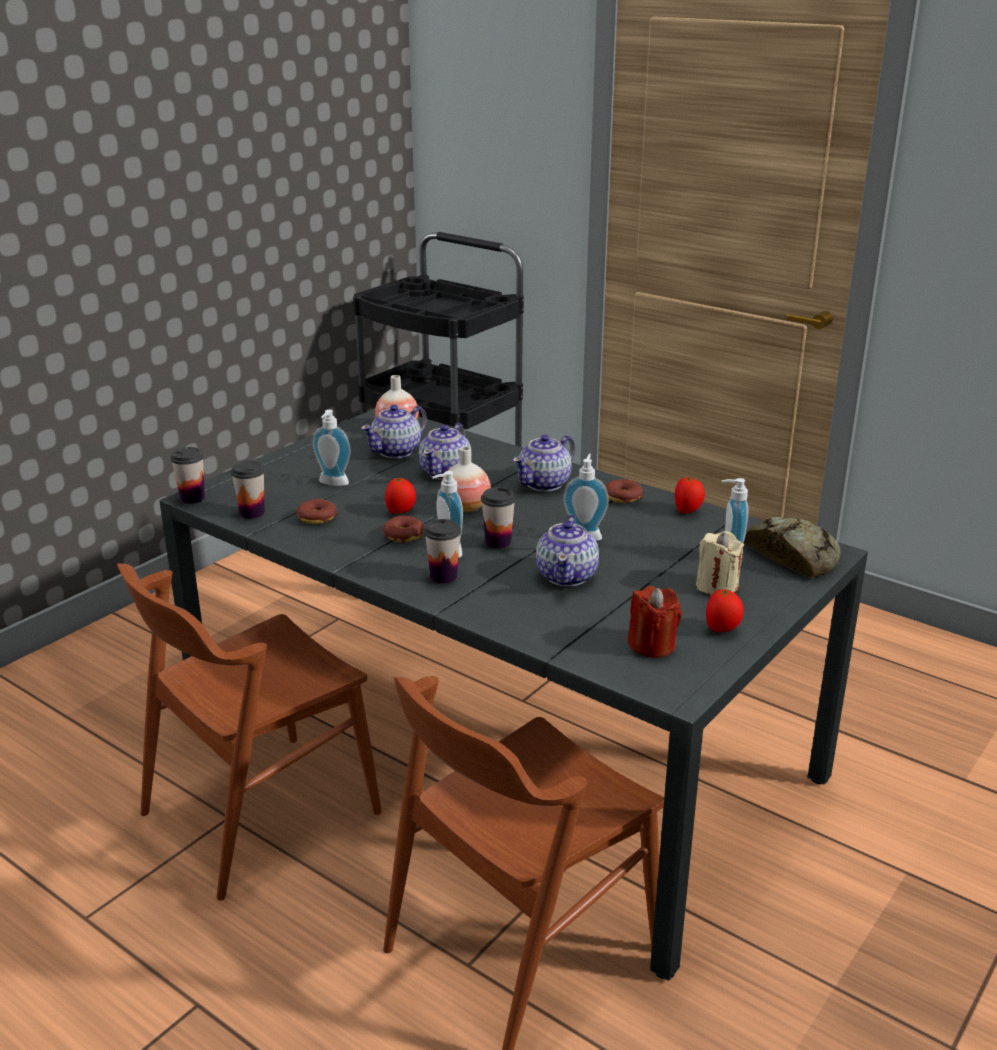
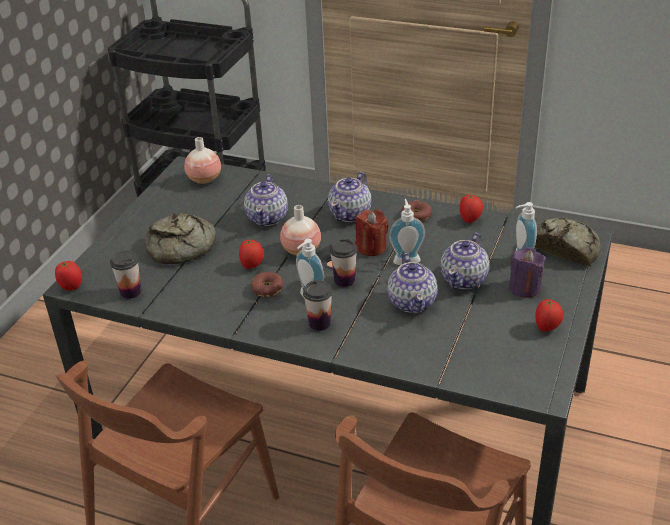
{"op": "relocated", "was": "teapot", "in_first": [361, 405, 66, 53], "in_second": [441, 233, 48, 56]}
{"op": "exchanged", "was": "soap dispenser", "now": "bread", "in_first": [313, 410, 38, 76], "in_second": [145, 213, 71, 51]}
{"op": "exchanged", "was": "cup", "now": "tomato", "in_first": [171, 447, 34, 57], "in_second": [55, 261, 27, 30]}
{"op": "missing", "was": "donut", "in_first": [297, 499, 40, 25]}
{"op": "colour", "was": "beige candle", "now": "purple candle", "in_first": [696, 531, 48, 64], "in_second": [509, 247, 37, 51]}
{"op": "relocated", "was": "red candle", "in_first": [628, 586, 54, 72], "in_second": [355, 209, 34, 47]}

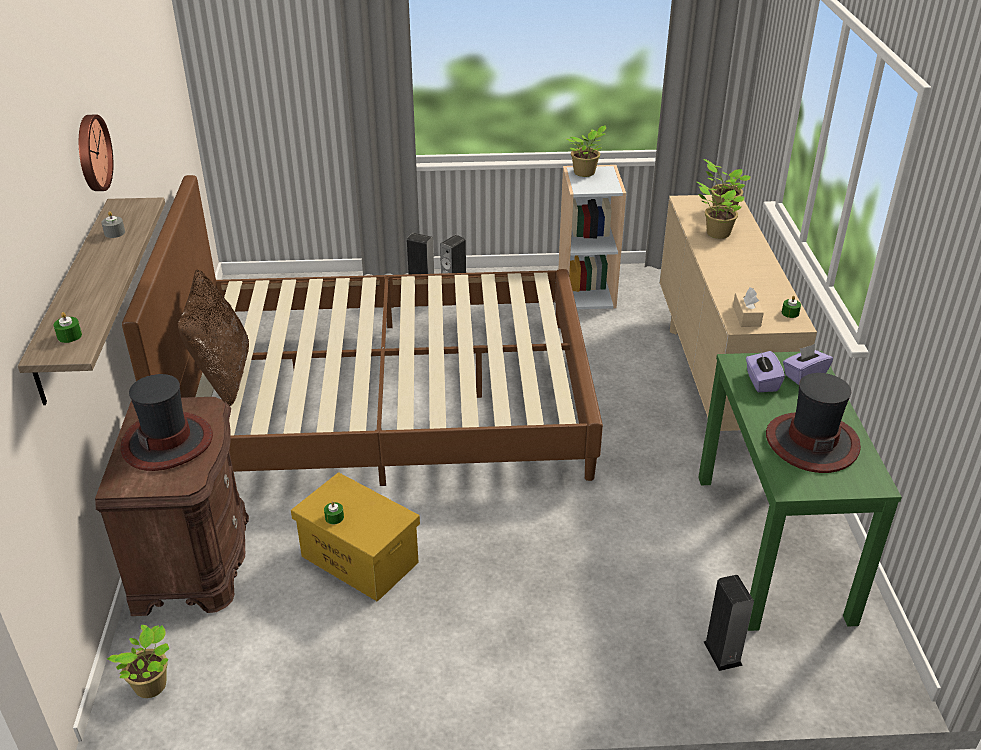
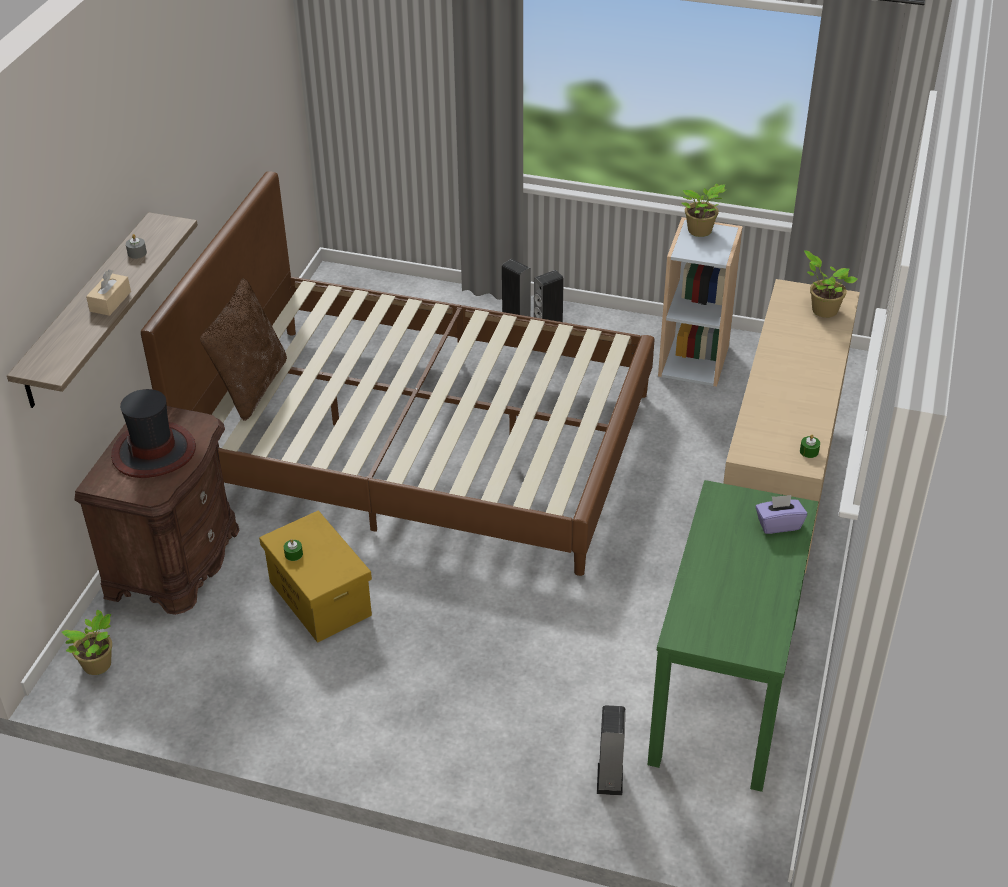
{"op": "missing", "was": "wall clock", "in_first": [79, 115, 34, 76]}
{"op": "missing", "was": "potted plant", "in_first": [697, 182, 47, 57]}
{"op": "relocated", "was": "beige tissue box", "in_first": [733, 287, 31, 40], "in_second": [86, 269, 45, 47]}
{"op": "missing", "was": "green candle", "in_first": [53, 312, 29, 31]}
{"op": "missing", "was": "purple tissue box", "in_first": [746, 351, 39, 41]}
{"op": "missing", "was": "hat", "in_first": [766, 373, 95, 100]}

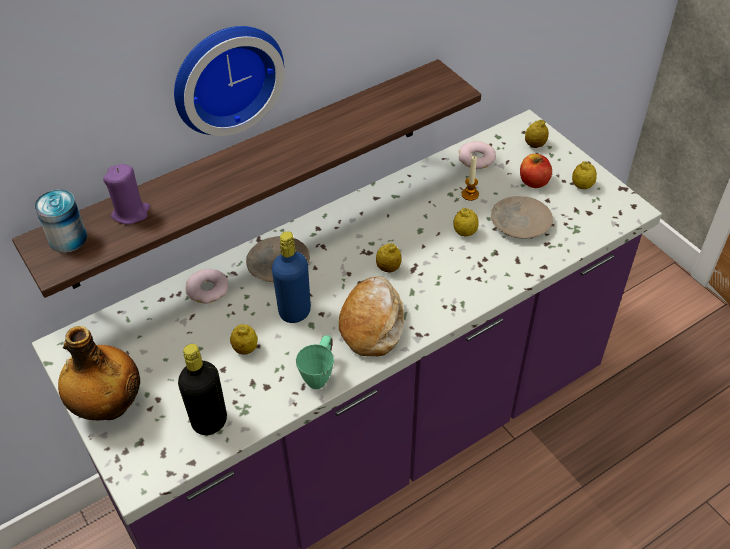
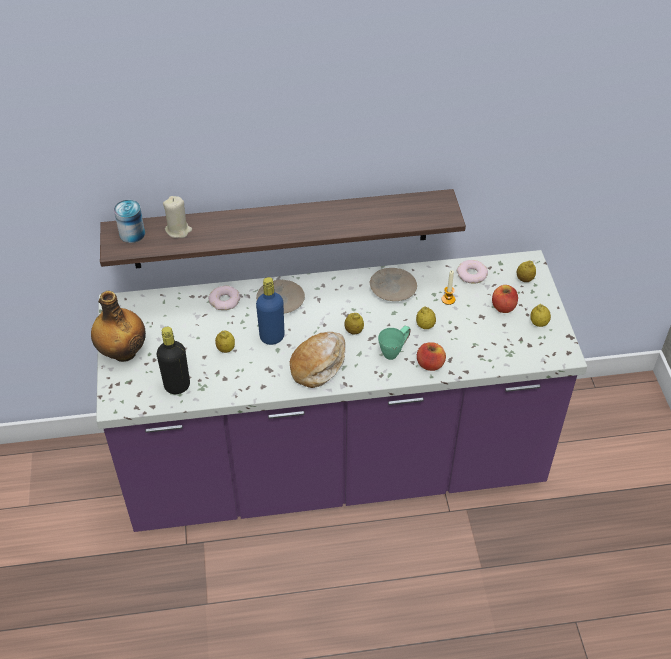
{"op": "missing", "was": "wall clock", "in_first": [174, 26, 110, 110]}
{"op": "colour", "was": "purple candle", "now": "beige candle", "in_first": [103, 164, 47, 60], "in_second": [163, 196, 29, 42]}
{"op": "relocated", "was": "beige plate", "in_first": [491, 196, 62, 43], "in_second": [370, 268, 47, 33]}
{"op": "relocated", "was": "green mug", "in_first": [296, 335, 38, 54], "in_second": [378, 326, 33, 34]}
{"op": "appeared", "now": "apple", "in_second": [417, 342, 29, 29]}

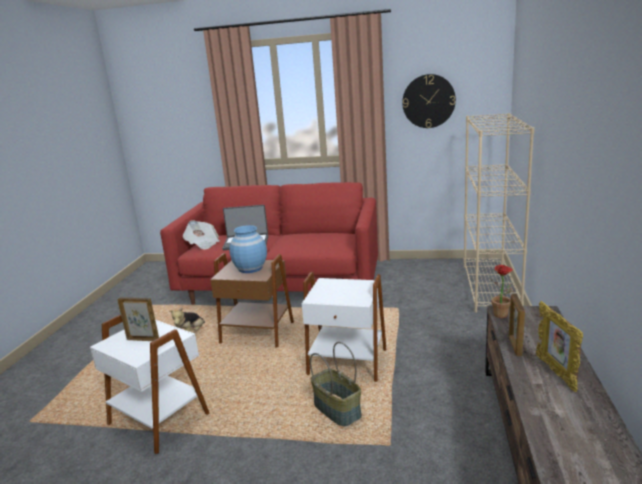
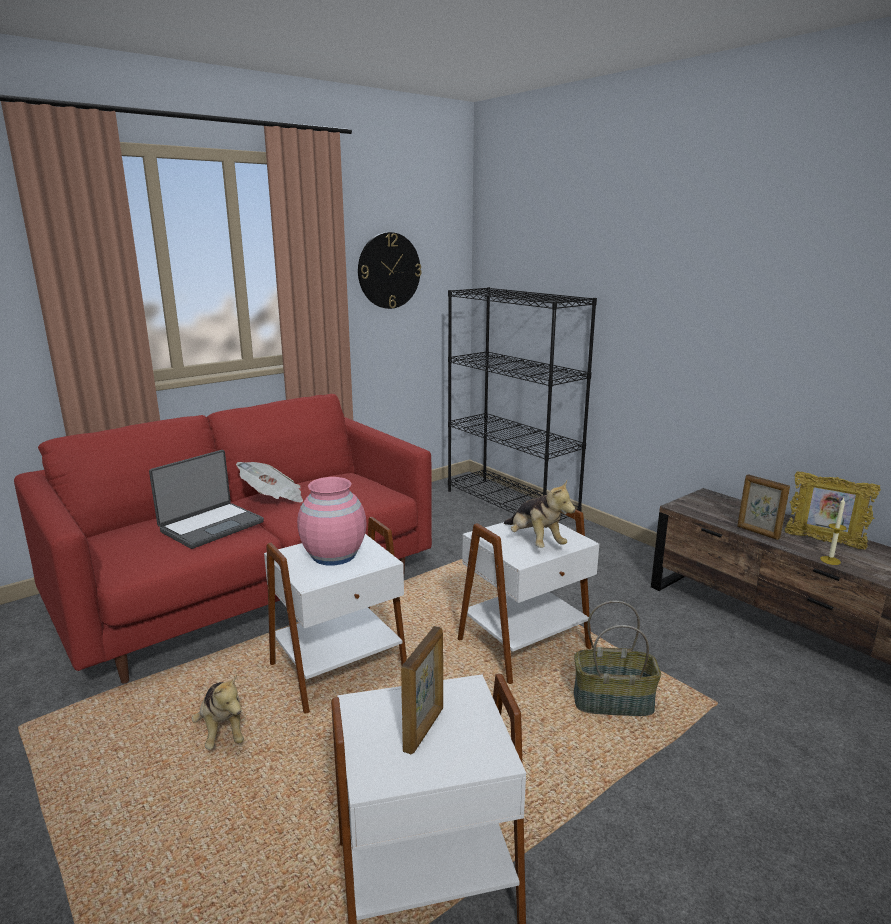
{"op": "colour", "was": "beige bookcase", "now": "black bookcase", "in_first": [464, 113, 70, 200], "in_second": [448, 287, 149, 234]}
{"op": "relocated", "was": "newspaper", "in_first": [183, 220, 37, 30], "in_second": [236, 462, 67, 40]}
{"op": "colour", "was": "blue vase", "now": "pink vase", "in_first": [229, 225, 38, 48], "in_second": [297, 477, 70, 89]}
{"op": "colour", "was": "brown side table", "now": "white side table", "in_first": [210, 253, 84, 94], "in_second": [264, 517, 143, 197]}
{"op": "missing", "was": "potted plant", "in_first": [490, 265, 24, 53]}
{"op": "spun", "was": "picture frame", "in_first": [117, 297, 42, 44], "in_second": [401, 626, 42, 128], "clockwise": 150}
{"op": "appeared", "now": "plush toy", "in_second": [504, 480, 71, 68]}
{"op": "appeared", "now": "candle", "in_second": [820, 498, 27, 67]}

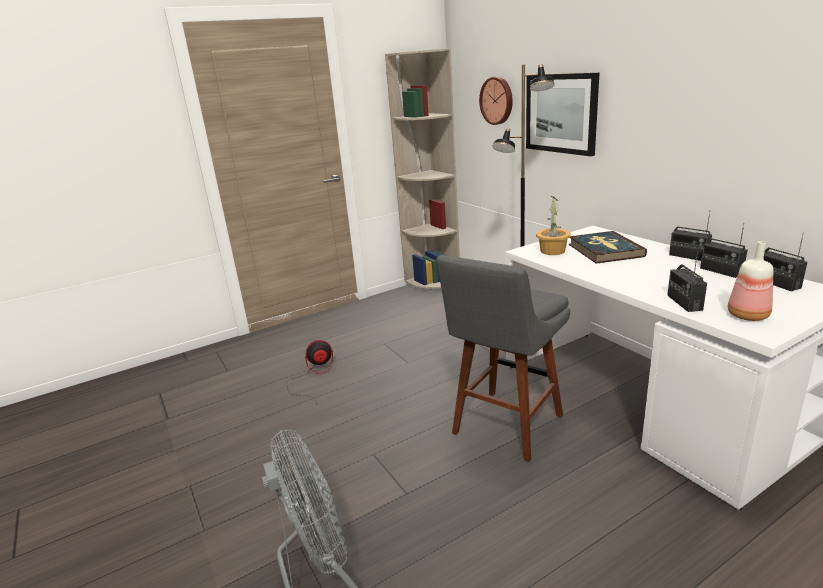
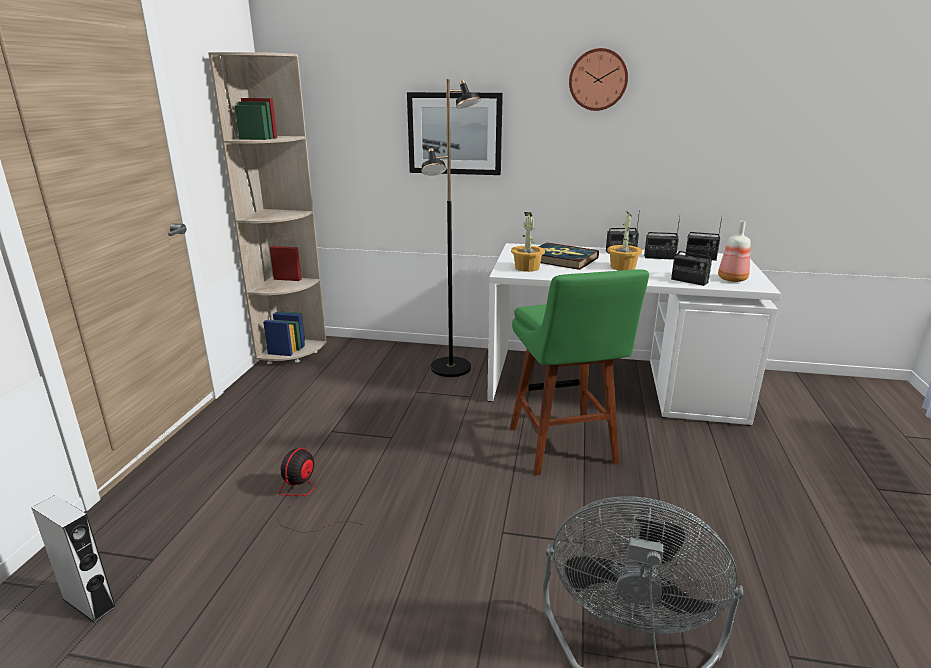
{"op": "relocated", "was": "wall clock", "in_first": [479, 77, 34, 48], "in_second": [569, 48, 59, 63]}
{"op": "colour", "was": "grey stool", "now": "green stool", "in_first": [436, 255, 134, 207], "in_second": [510, 269, 139, 207]}
{"op": "appeared", "now": "potted plant", "in_second": [607, 211, 35, 60]}
{"op": "appeared", "now": "grey speaker", "in_second": [31, 495, 85, 128]}

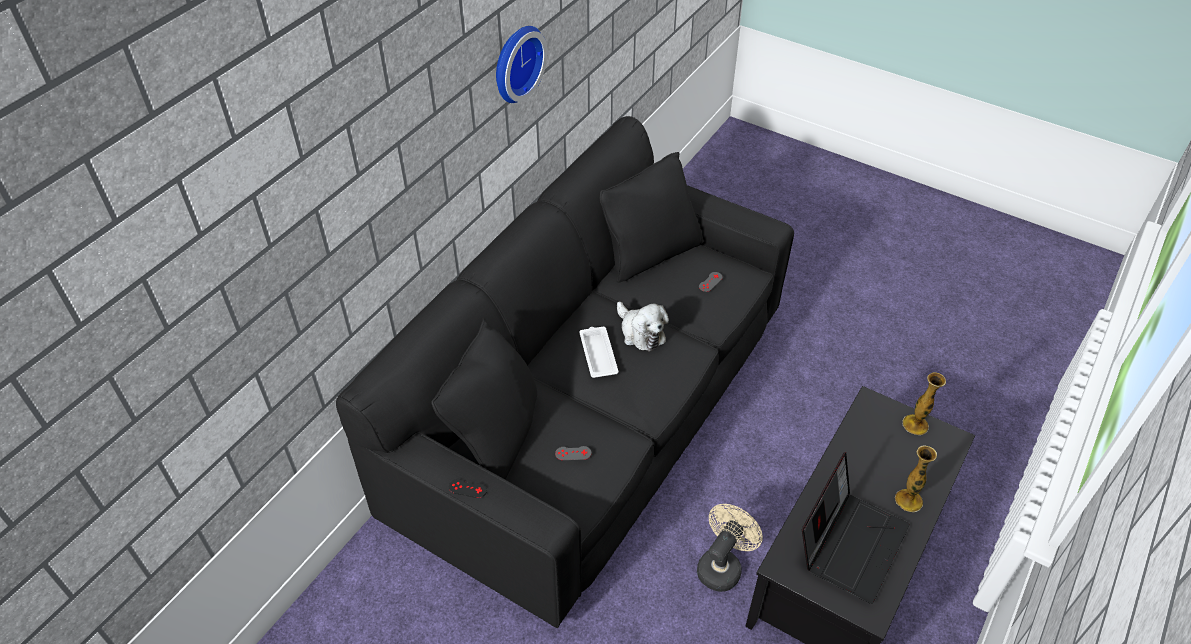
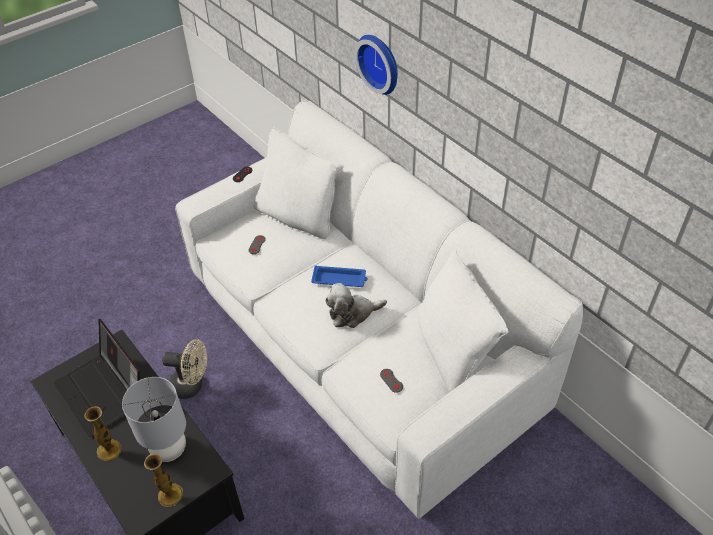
{"op": "relocated", "was": "wall clock", "in_first": [496, 26, 51, 77], "in_second": [354, 35, 44, 60]}
{"op": "colour", "was": "black sofa", "now": "white sofa", "in_first": [336, 116, 458, 512], "in_second": [175, 100, 408, 419]}
{"op": "colour", "was": "white tray", "now": "blue tray", "in_first": [579, 327, 40, 51], "in_second": [311, 266, 57, 21]}
{"op": "spun", "was": "beige fan", "in_first": [697, 504, 66, 88], "in_second": [162, 339, 45, 60], "clockwise": -45}
{"op": "appeared", "now": "grey table lamp", "in_second": [122, 377, 64, 85]}

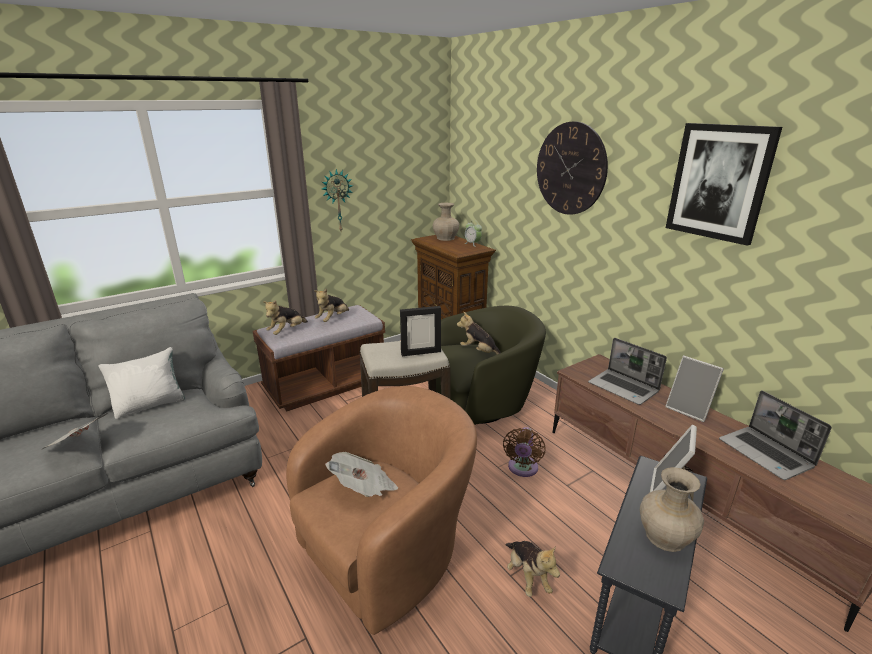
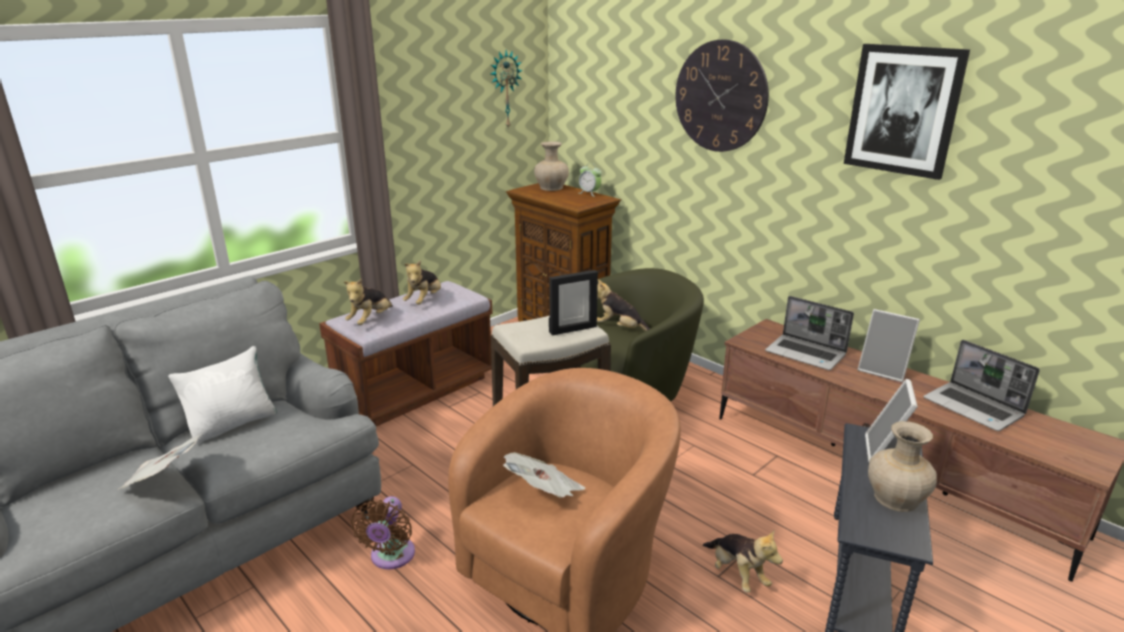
{"op": "relocated", "was": "wall clock", "in_first": [322, 169, 31, 62], "in_second": [491, 50, 32, 80]}
{"op": "relocated", "was": "brown fan", "in_first": [503, 427, 43, 50], "in_second": [351, 496, 64, 73]}

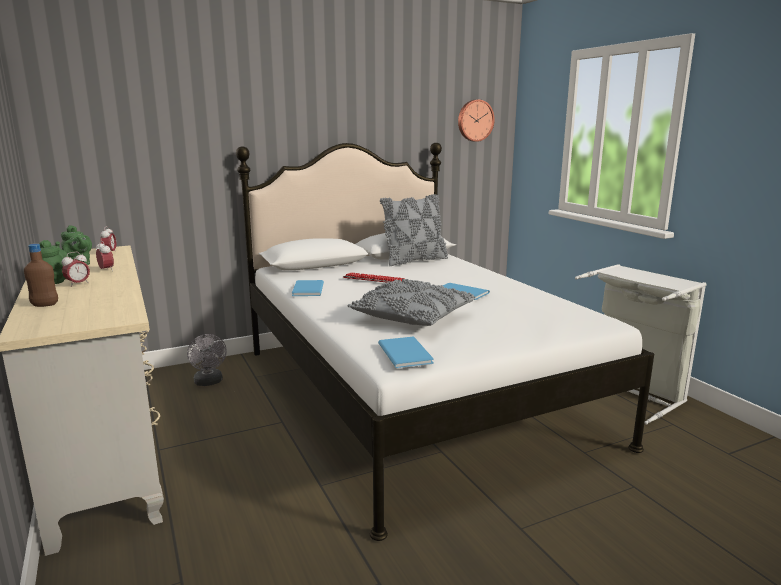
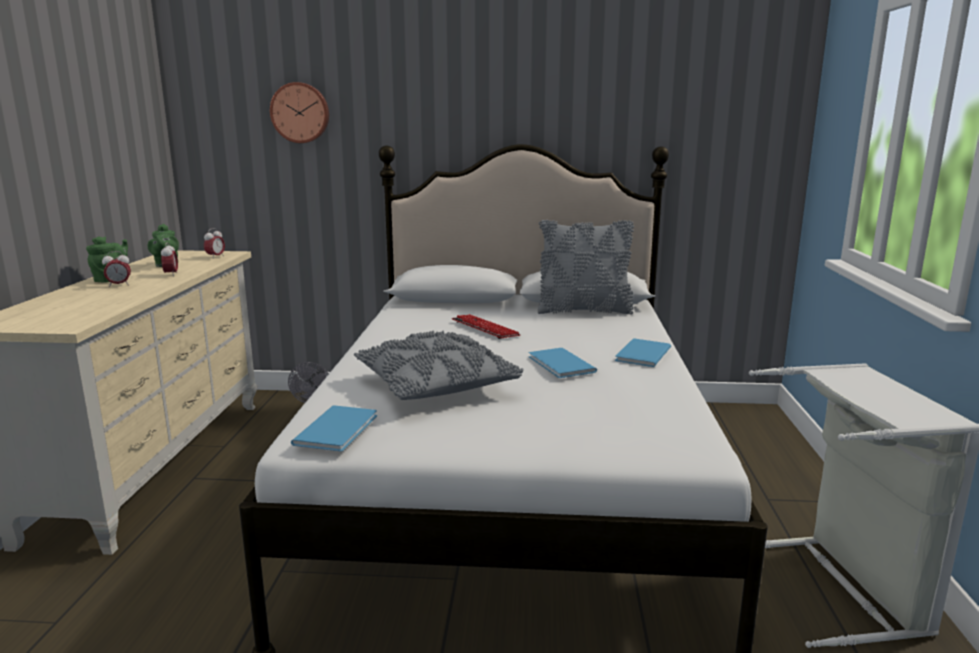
{"op": "relocated", "was": "wall clock", "in_first": [458, 99, 37, 43], "in_second": [270, 82, 59, 61]}
{"op": "missing", "was": "brown bottle", "in_first": [24, 244, 34, 63]}
{"op": "relocated", "was": "blue book", "in_first": [292, 280, 32, 16], "in_second": [615, 339, 56, 28]}

